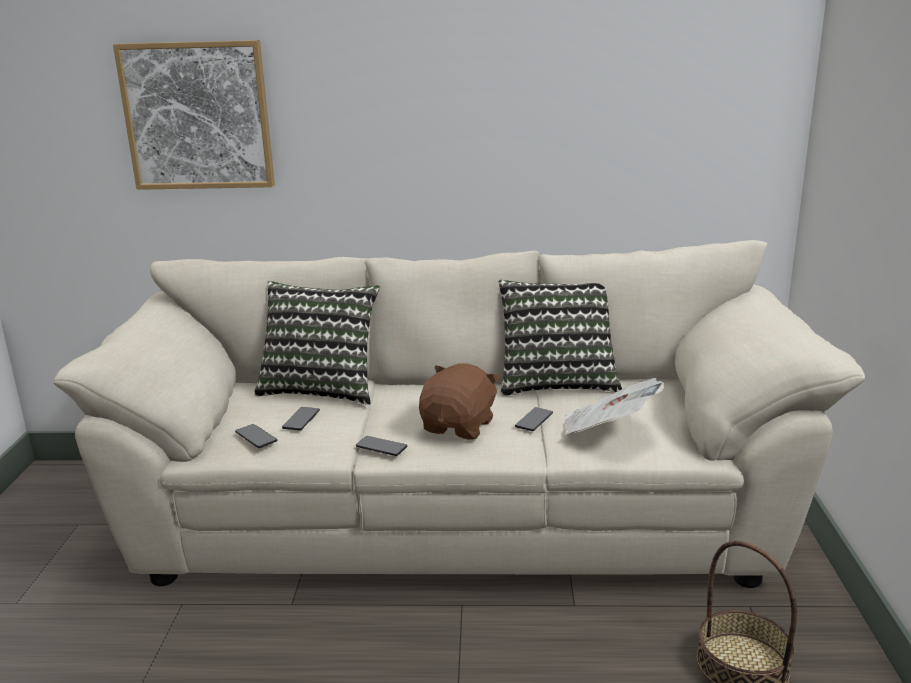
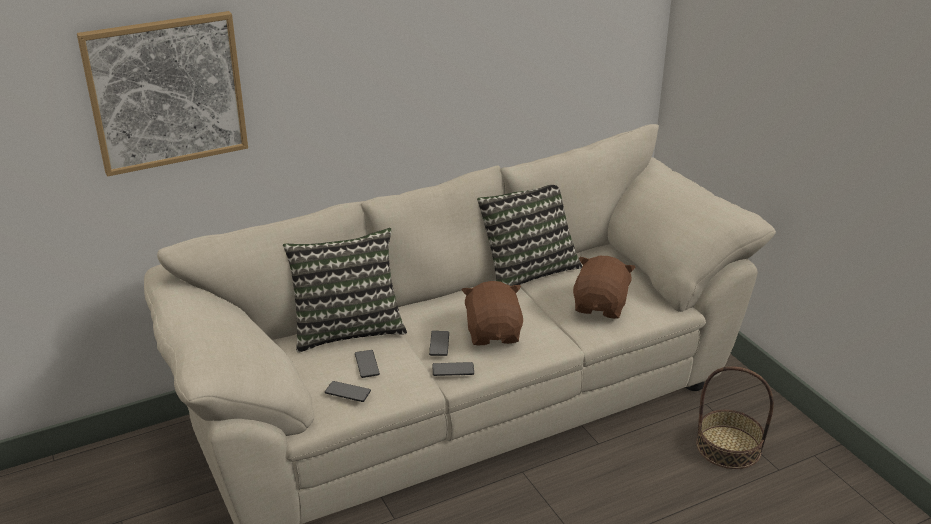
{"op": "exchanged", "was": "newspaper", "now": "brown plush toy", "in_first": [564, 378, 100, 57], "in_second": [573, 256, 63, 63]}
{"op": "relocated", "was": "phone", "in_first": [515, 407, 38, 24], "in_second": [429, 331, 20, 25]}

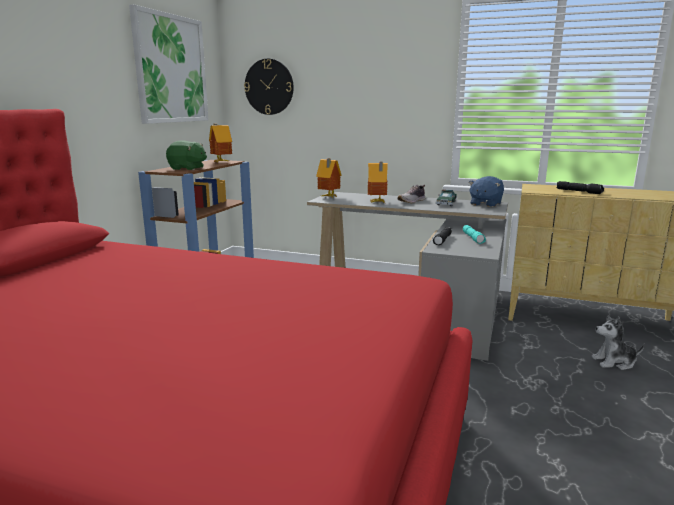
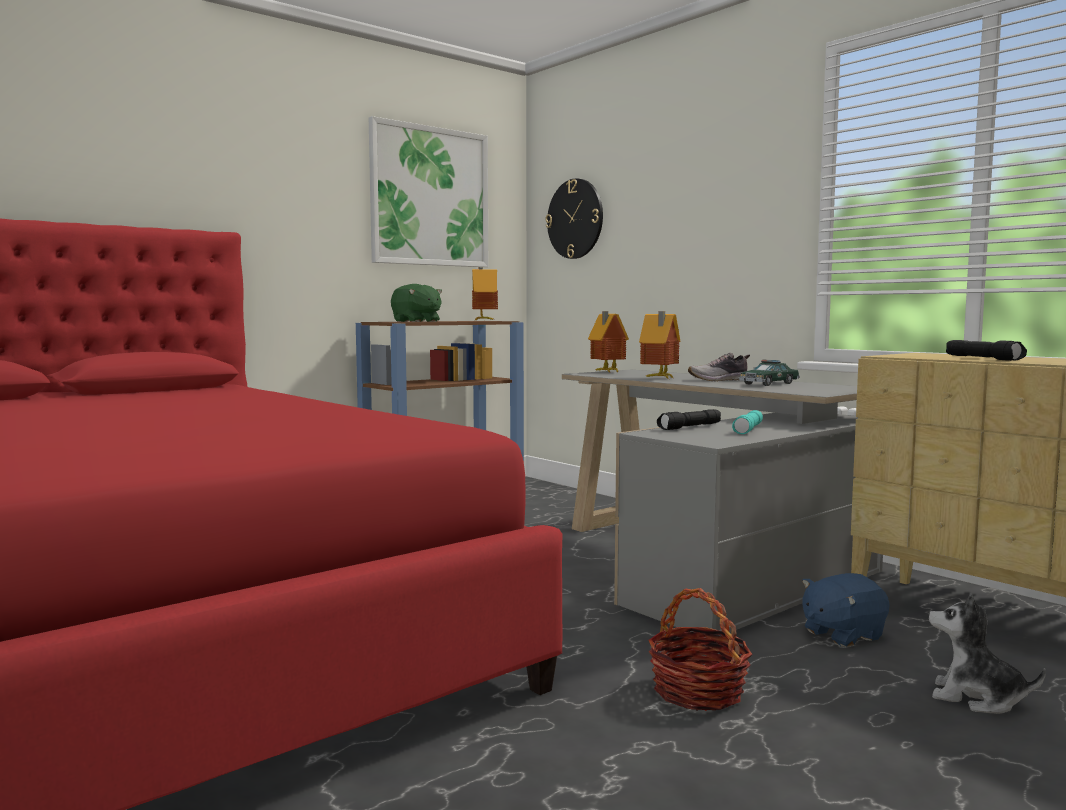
{"op": "relocated", "was": "blue plush toy", "in_first": [469, 176, 35, 31], "in_second": [802, 573, 88, 74]}
{"op": "appeared", "now": "basket", "in_second": [649, 588, 103, 123]}

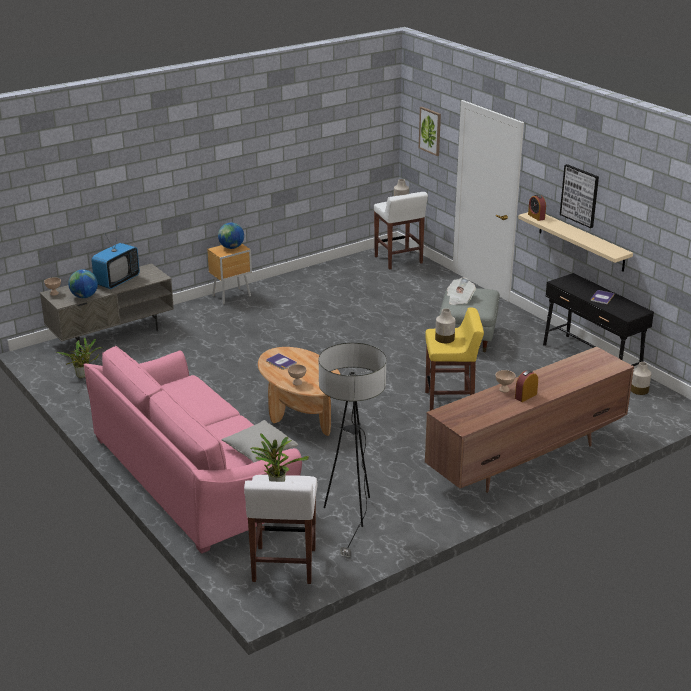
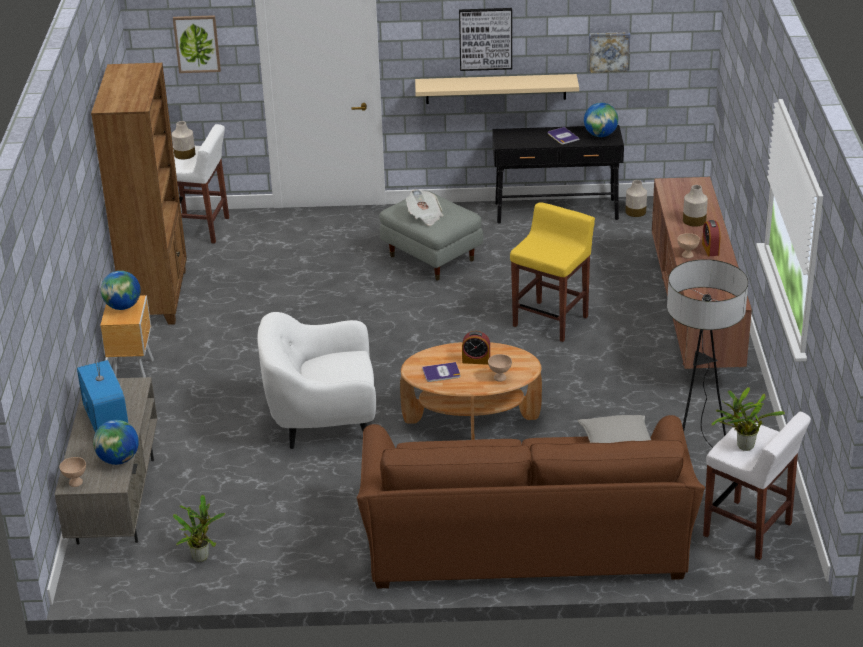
{"op": "relocated", "was": "alarm clock", "in_first": [528, 194, 18, 27], "in_second": [462, 331, 28, 34]}
{"op": "relocated", "was": "beige vase", "in_first": [435, 308, 21, 35], "in_second": [683, 185, 25, 42]}
{"op": "colour", "was": "pink sofa", "now": "brown sofa", "in_first": [84, 346, 218, 208], "in_second": [357, 415, 348, 174]}
{"op": "appeared", "now": "picture", "in_second": [588, 32, 42, 41]}
{"op": "appeared", "now": "brown bookcase", "in_second": [91, 63, 96, 262]}
{"op": "appeared", "now": "globe", "in_second": [584, 103, 34, 34]}
{"op": "appeared", "now": "white armchair", "in_second": [257, 312, 119, 137]}

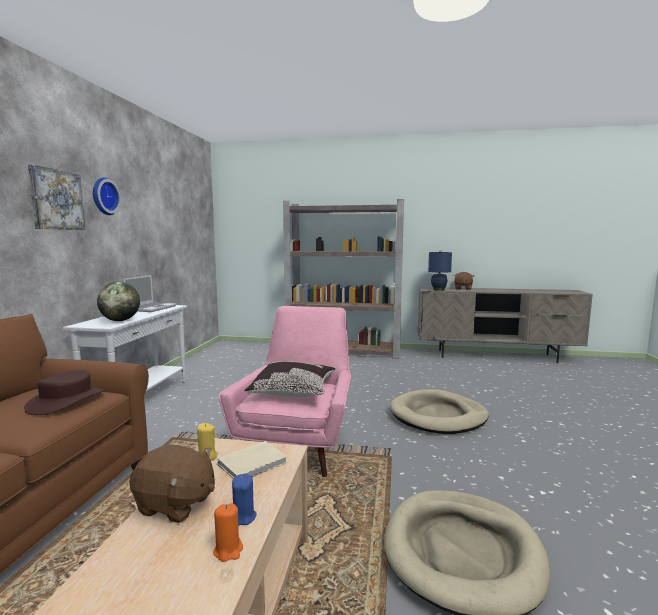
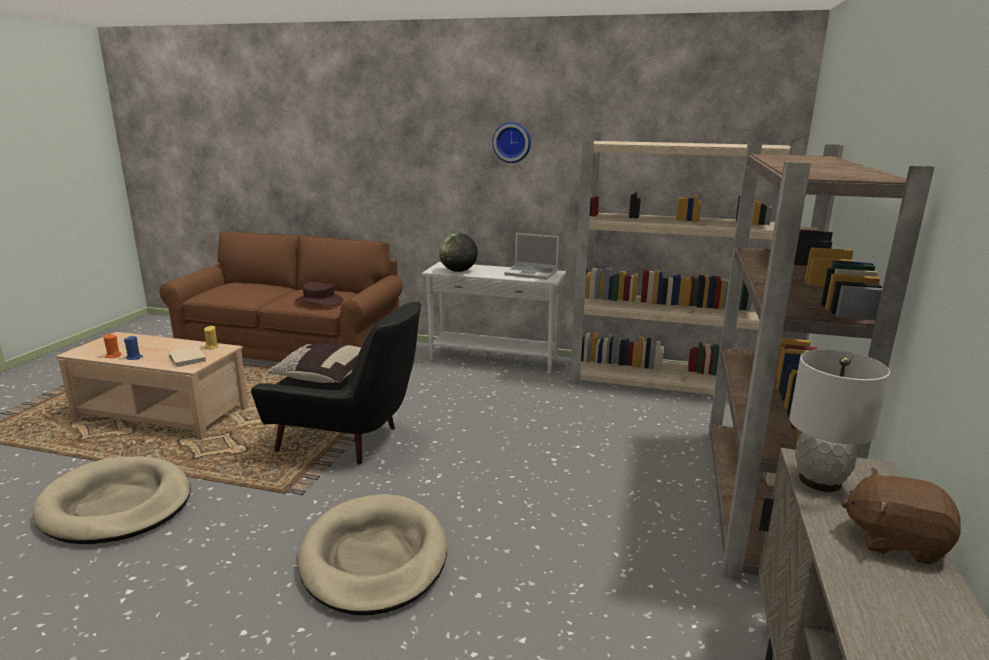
{"op": "missing", "was": "picture", "in_first": [28, 165, 57, 65]}
{"op": "colour", "was": "blue table lamp", "now": "white table lamp", "in_first": [428, 250, 24, 41], "in_second": [789, 349, 101, 143]}
{"op": "colour", "was": "pink armchair", "now": "black armchair", "in_first": [218, 306, 133, 171], "in_second": [251, 302, 170, 163]}
{"op": "missing", "was": "brown plush toy", "in_first": [129, 445, 86, 78]}
{"op": "appeared", "now": "beige bookcase", "in_second": [570, 132, 235, 264]}

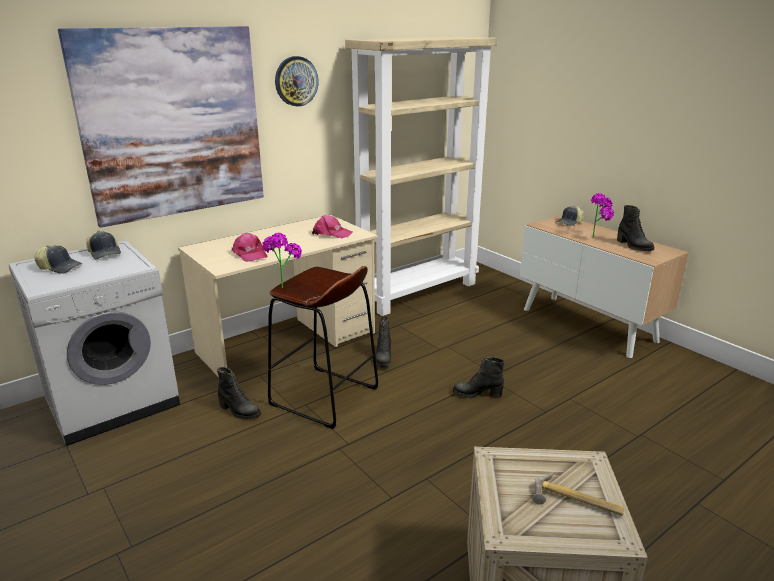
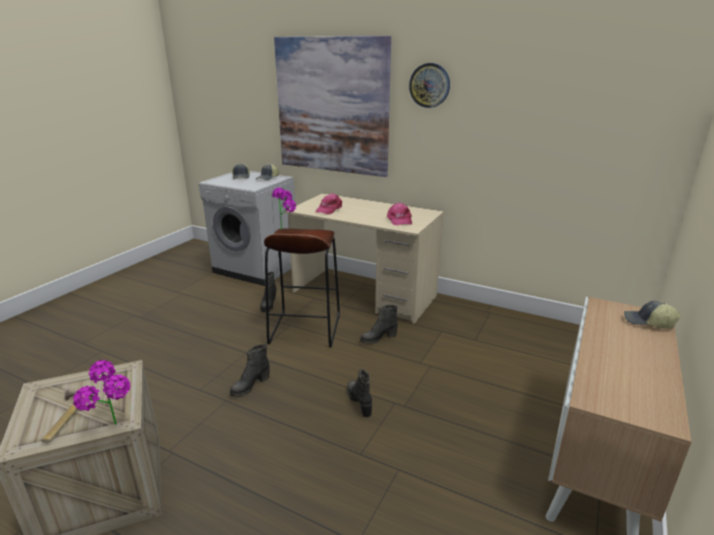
{"op": "missing", "was": "beige bookcase", "in_first": [345, 36, 152, 280]}
{"op": "relocated", "was": "potted plant", "in_first": [591, 193, 23, 44], "in_second": [73, 360, 58, 65]}
{"op": "relocated", "was": "black boot", "in_first": [617, 205, 37, 46], "in_second": [230, 344, 40, 53]}

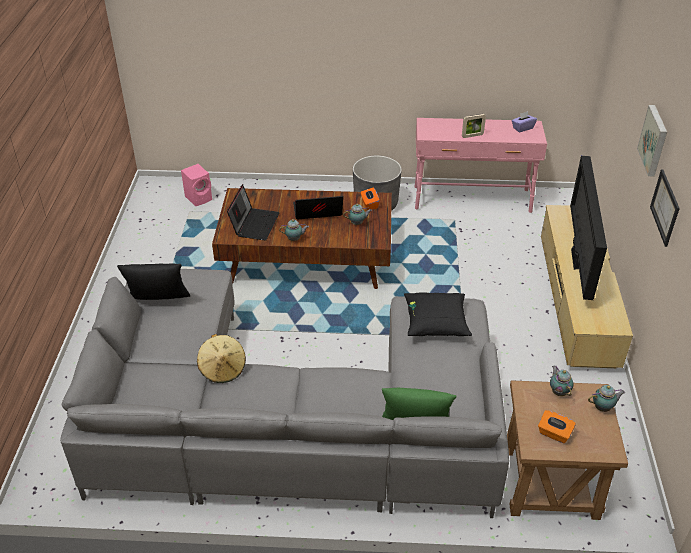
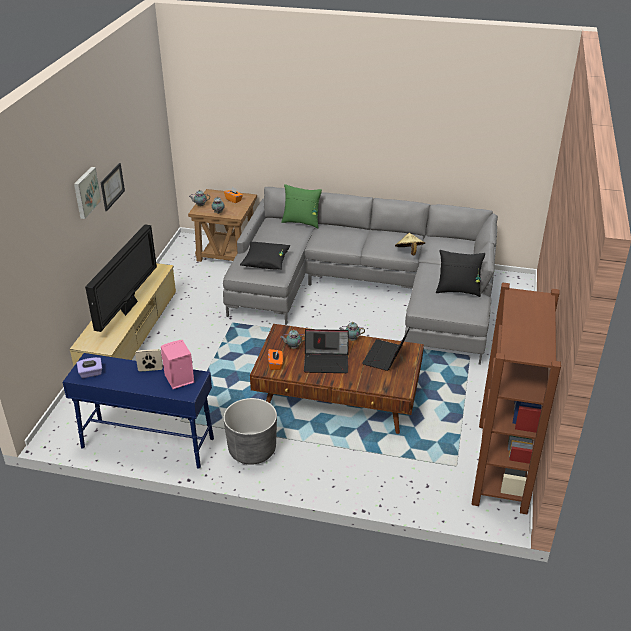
{"op": "colour", "was": "pink console table", "now": "blue console table", "in_first": [415, 118, 132, 95], "in_second": [62, 353, 152, 116]}
{"op": "relocated", "was": "pink speaker", "in_first": [181, 164, 31, 42], "in_second": [161, 340, 33, 49]}
{"op": "appeared", "now": "brown bookcase", "in_second": [472, 283, 89, 231]}

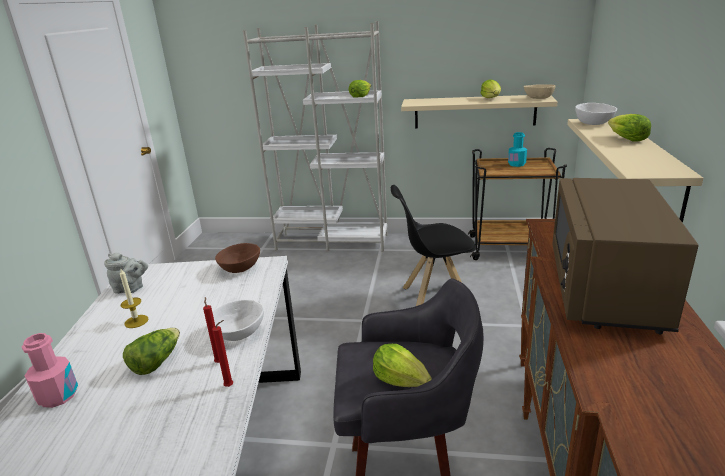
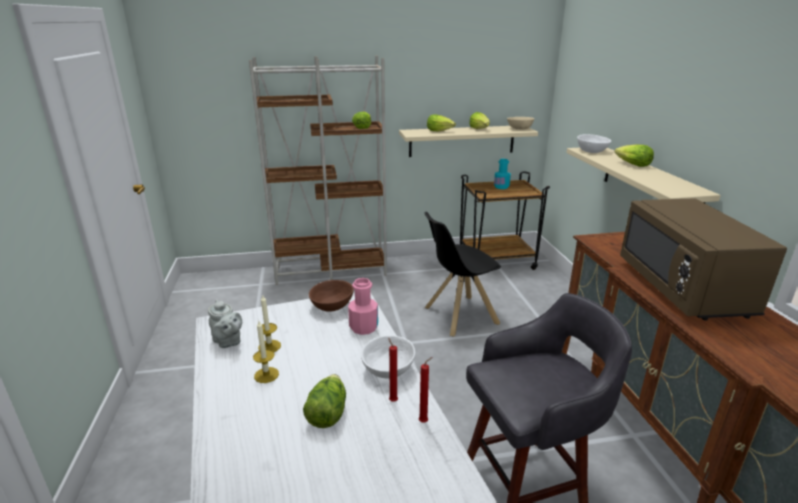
{"op": "colour", "was": "white bookcase", "now": "brown bookcase", "in_first": [243, 21, 145, 231], "in_second": [249, 56, 138, 229]}
{"op": "spun", "was": "grey teapot", "in_first": [104, 253, 44, 41], "in_second": [208, 299, 34, 49], "clockwise": 60}
{"op": "relocated", "was": "pink bottle", "in_first": [22, 333, 56, 75], "in_second": [348, 278, 30, 57]}
{"op": "relocated", "was": "lettuce", "in_first": [373, 344, 59, 43], "in_second": [427, 114, 29, 17]}
{"op": "appeared", "now": "candle", "in_second": [258, 296, 23, 56]}

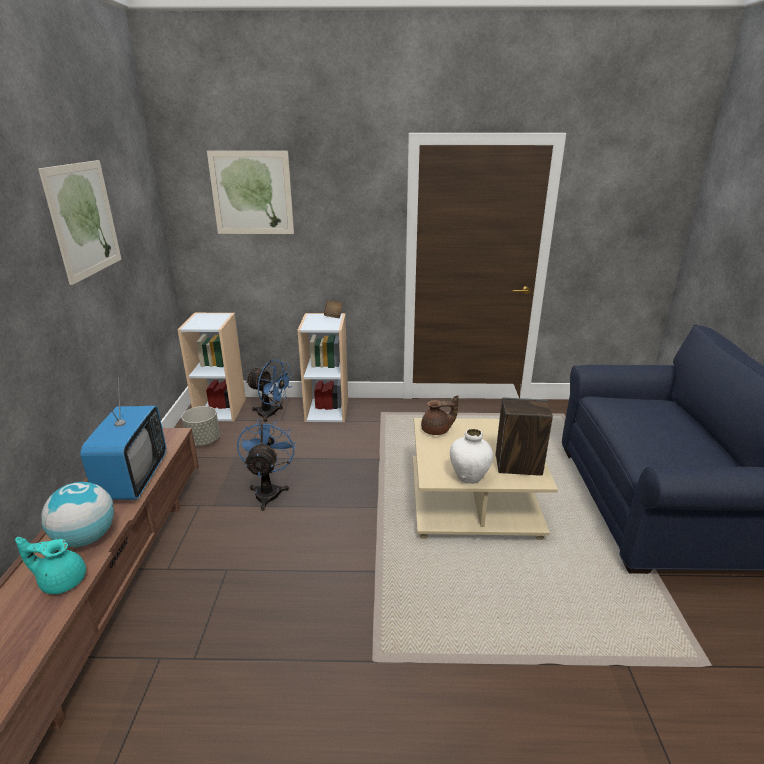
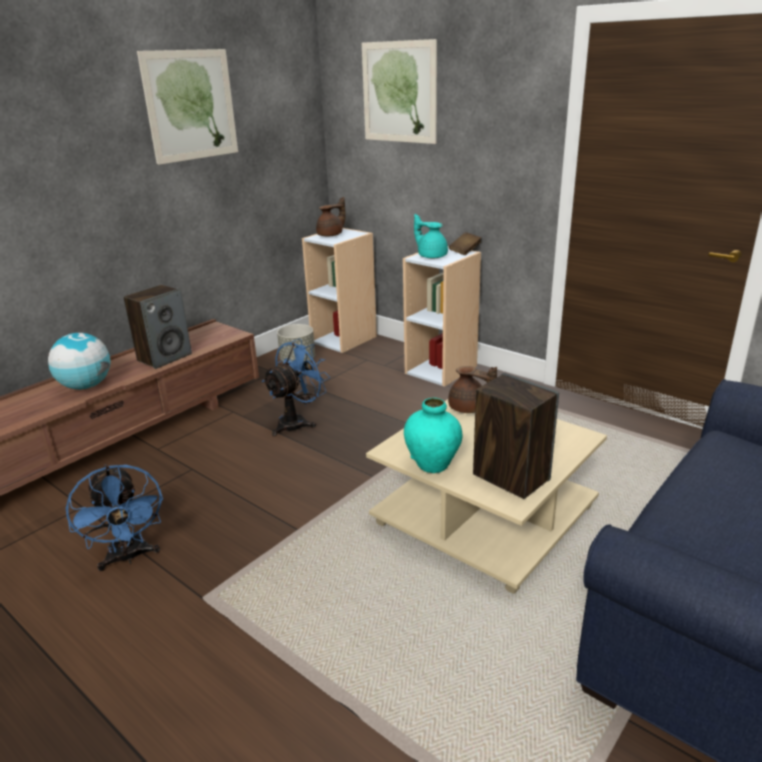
{"op": "relocated", "was": "blue fan", "in_first": [245, 359, 48, 63], "in_second": [66, 464, 97, 107]}
{"op": "exchanged", "was": "television", "now": "speaker", "in_first": [80, 375, 86, 125], "in_second": [123, 285, 69, 84]}
{"op": "colour", "was": "white vase", "now": "turquoise vase", "in_first": [450, 429, 43, 55], "in_second": [404, 398, 58, 75]}
{"op": "relocated", "was": "turquoise teapot", "in_first": [15, 537, 71, 57], "in_second": [414, 214, 34, 44]}
{"op": "appeared", "now": "brown teapot", "in_second": [316, 197, 30, 40]}

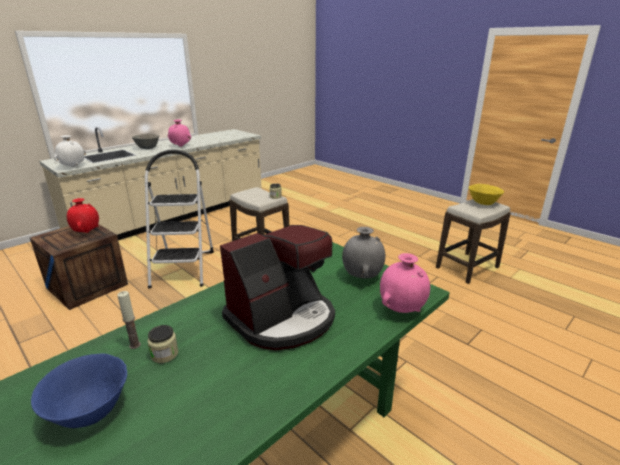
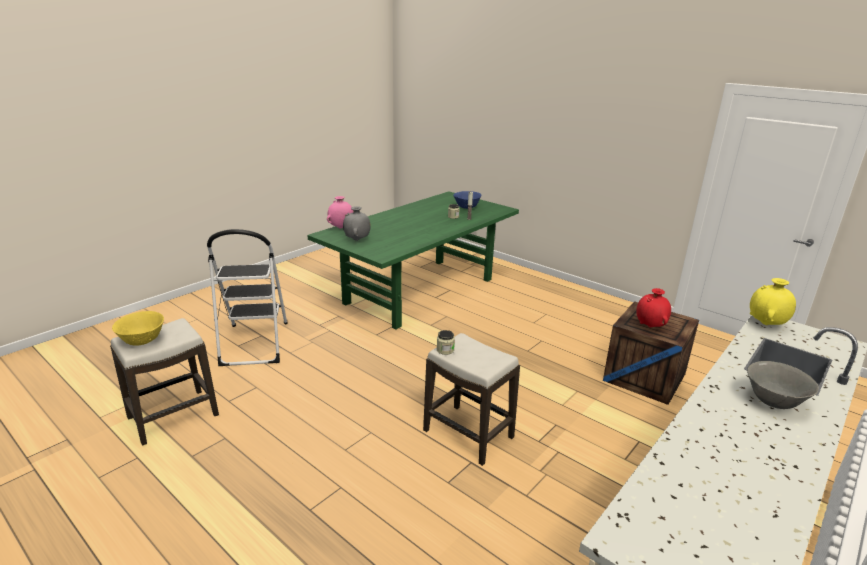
{"op": "missing", "was": "pink vase", "in_first": [168, 119, 23, 28]}
{"op": "colour", "was": "white vase", "now": "yellow vase", "in_first": [54, 135, 32, 32], "in_second": [750, 278, 46, 47]}
{"op": "relocated", "was": "step ladder", "in_first": [145, 149, 69, 140], "in_second": [207, 229, 81, 137]}
{"op": "missing", "was": "coffee machine", "in_first": [220, 225, 115, 125]}

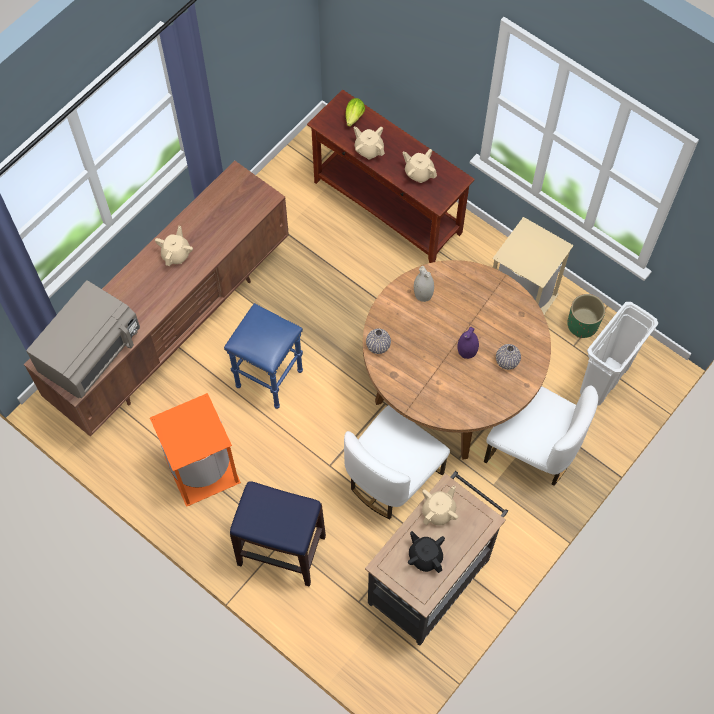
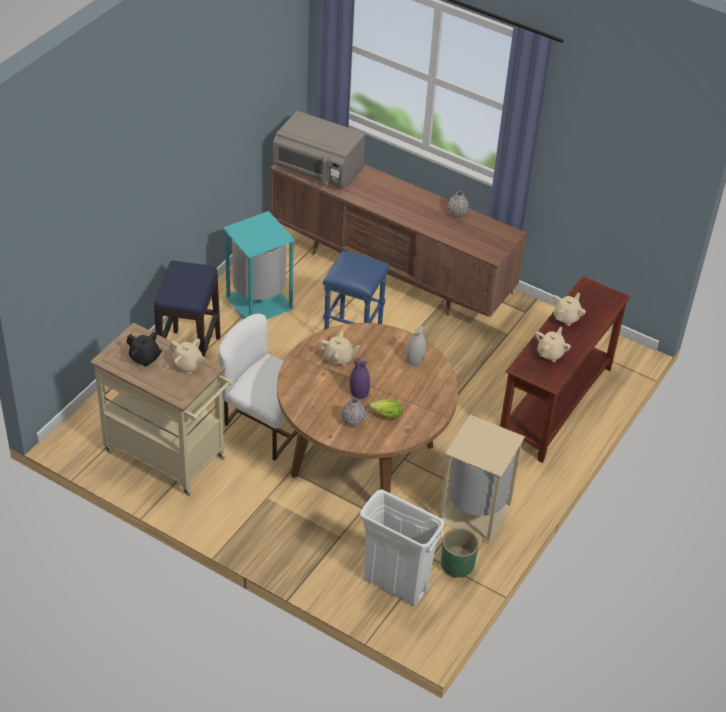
{"op": "relocated", "was": "lettuce", "in_first": [345, 98, 20, 29], "in_second": [369, 399, 33, 20]}
{"op": "relocated", "was": "beige teapot", "in_first": [155, 226, 38, 40], "in_second": [318, 331, 42, 35]}
{"op": "relocated", "was": "grey vase", "in_first": [366, 328, 25, 26], "in_second": [448, 191, 21, 26]}
{"op": "missing", "was": "white chair", "in_first": [484, 385, 114, 100]}
{"op": "colour", "was": "orange trash can", "now": "turquoise trash can", "in_first": [150, 393, 91, 114], "in_second": [223, 211, 73, 108]}
{"op": "colour", "was": "black cart", "now": "beige cart", "in_first": [365, 471, 143, 175], "in_second": [90, 323, 142, 173]}
{"op": "spun", "was": "black teapot", "in_first": [408, 531, 37, 42], "in_second": [127, 332, 35, 35], "clockwise": 75}

